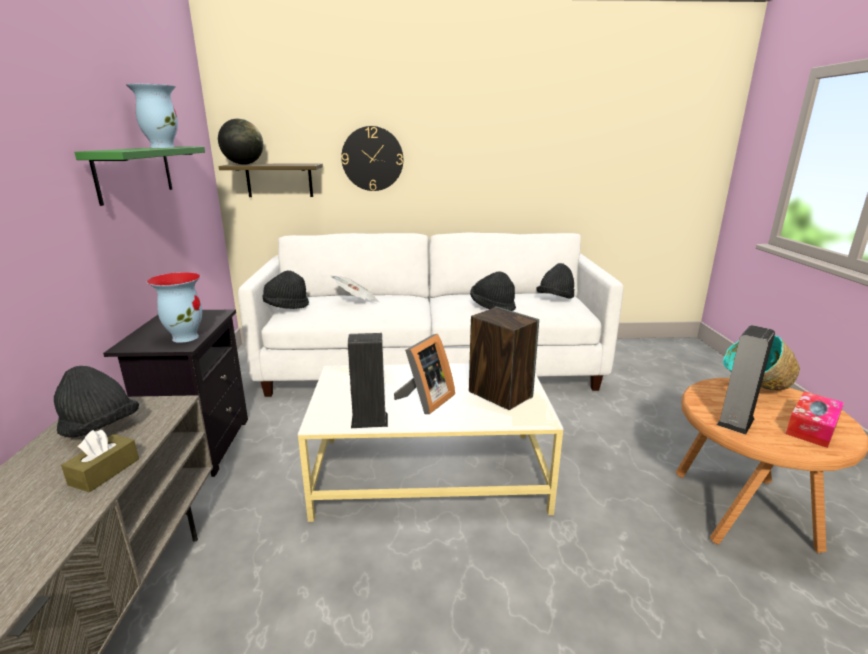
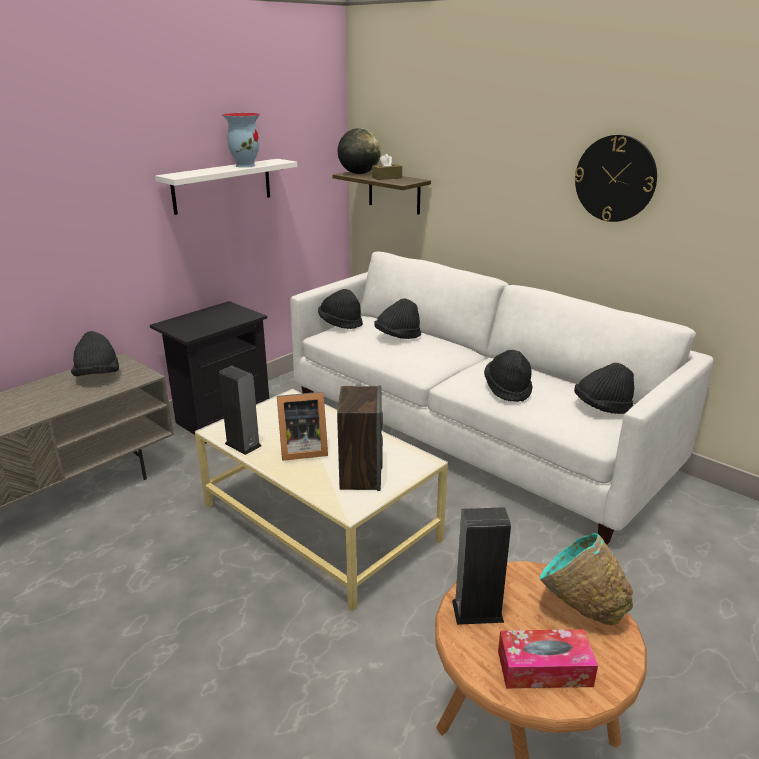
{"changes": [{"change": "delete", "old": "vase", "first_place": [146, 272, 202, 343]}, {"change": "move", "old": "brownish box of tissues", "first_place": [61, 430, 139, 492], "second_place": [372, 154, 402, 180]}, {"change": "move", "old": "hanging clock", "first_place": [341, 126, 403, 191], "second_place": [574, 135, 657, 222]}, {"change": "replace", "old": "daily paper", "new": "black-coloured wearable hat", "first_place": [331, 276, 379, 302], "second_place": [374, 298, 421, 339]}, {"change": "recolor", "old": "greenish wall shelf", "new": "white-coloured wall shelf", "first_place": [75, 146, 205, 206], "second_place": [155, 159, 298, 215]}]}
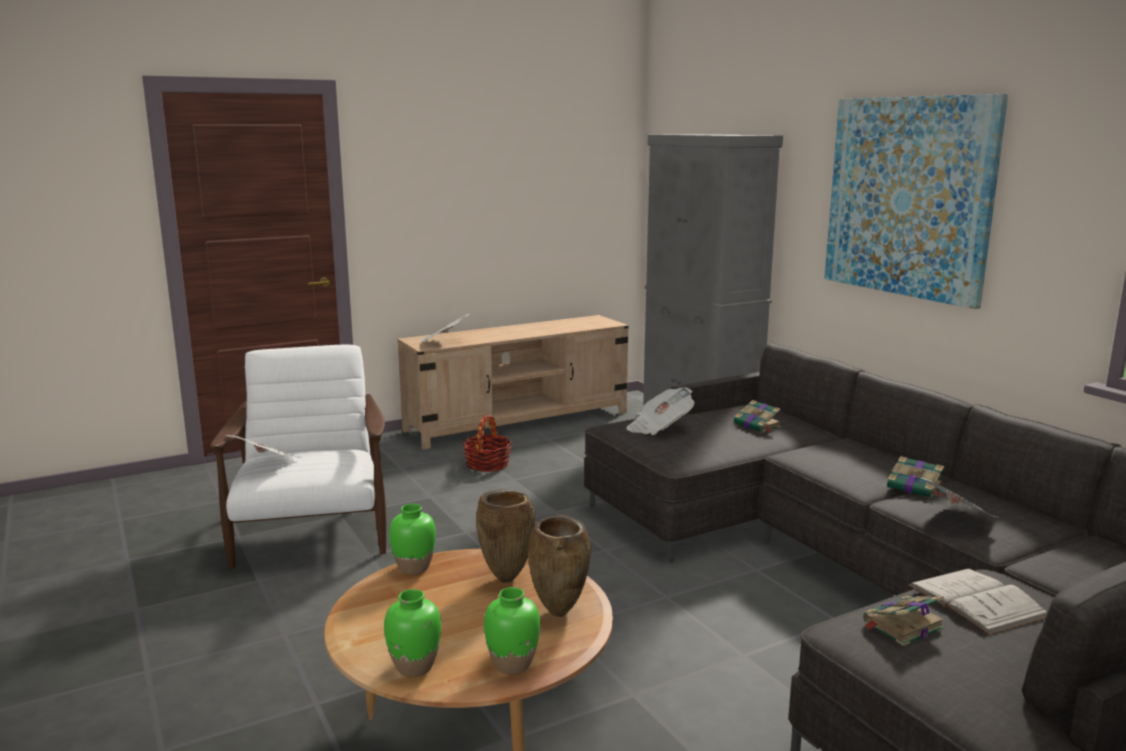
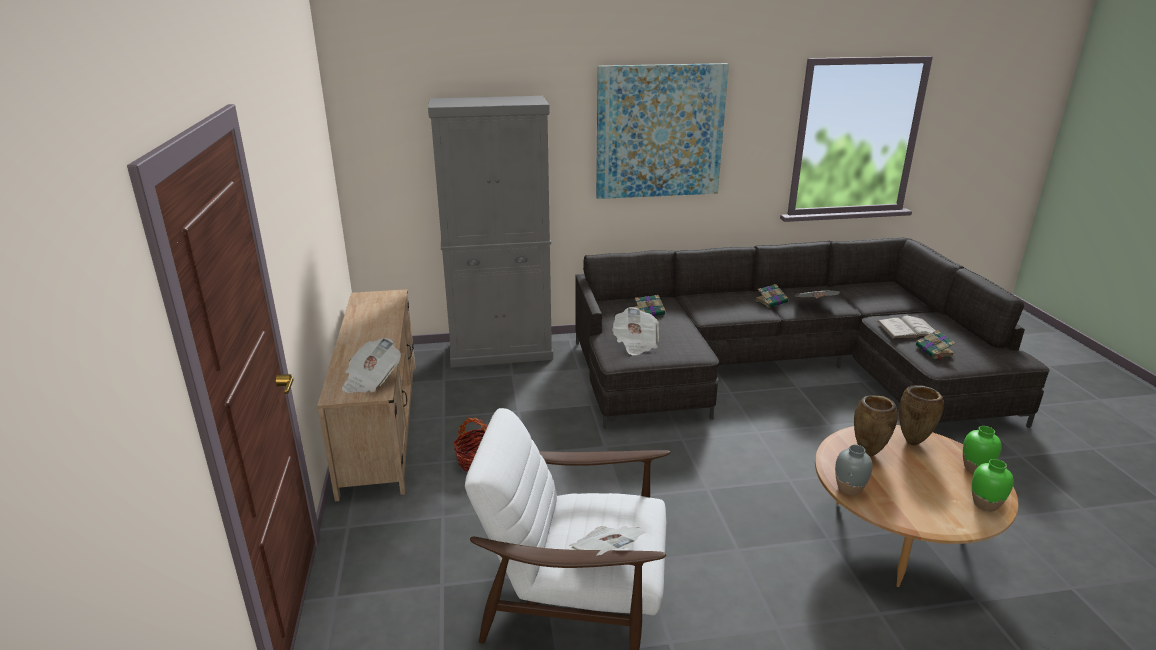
{"changes": [{"change": "recolor", "old": "greenish vase", "new": "gray vase", "first_place": [389, 504, 436, 575], "second_place": [835, 445, 873, 496]}]}
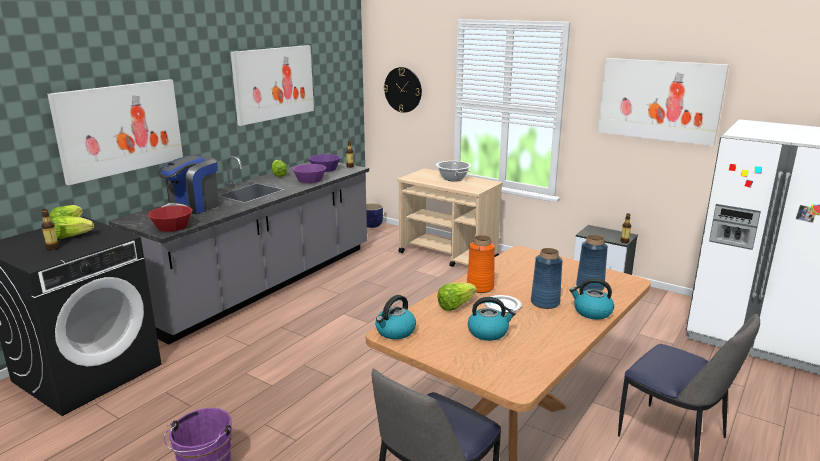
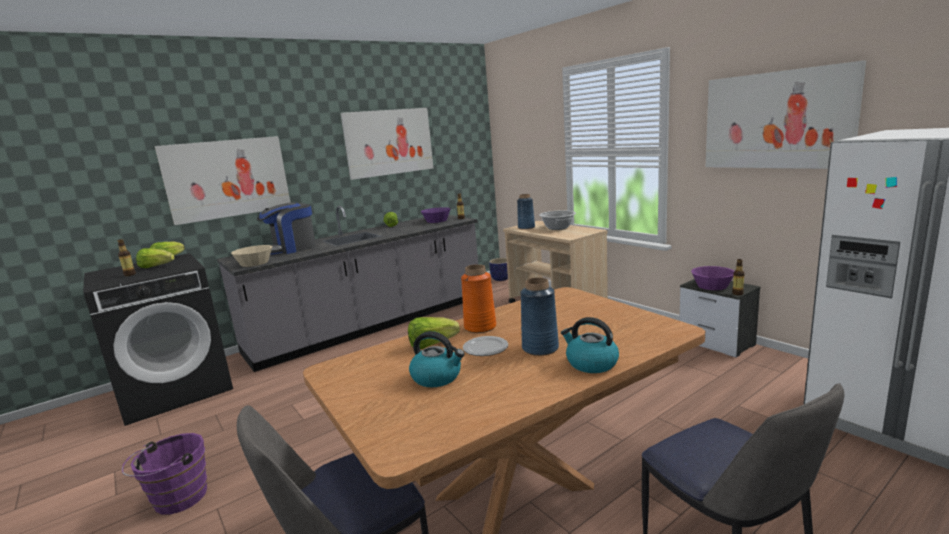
{"changes": [{"change": "delete", "old": "tea kettle", "first_place": [375, 295, 416, 339]}, {"change": "delete", "old": "hanging clock", "first_place": [384, 67, 422, 113]}, {"change": "move", "old": "purplish deep dish", "first_place": [292, 164, 326, 183], "second_place": [691, 266, 734, 290]}, {"change": "move", "old": "bluish vase", "first_place": [576, 235, 608, 291], "second_place": [517, 194, 535, 229]}, {"change": "recolor", "old": "red-coloured deep dish", "new": "beige deep dish", "first_place": [147, 206, 193, 232], "second_place": [231, 245, 272, 267]}]}
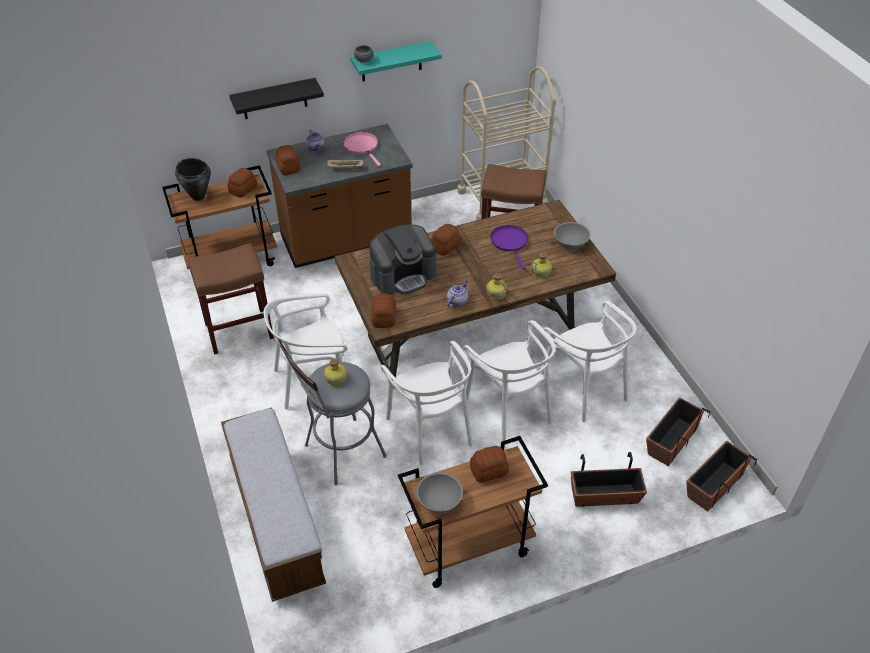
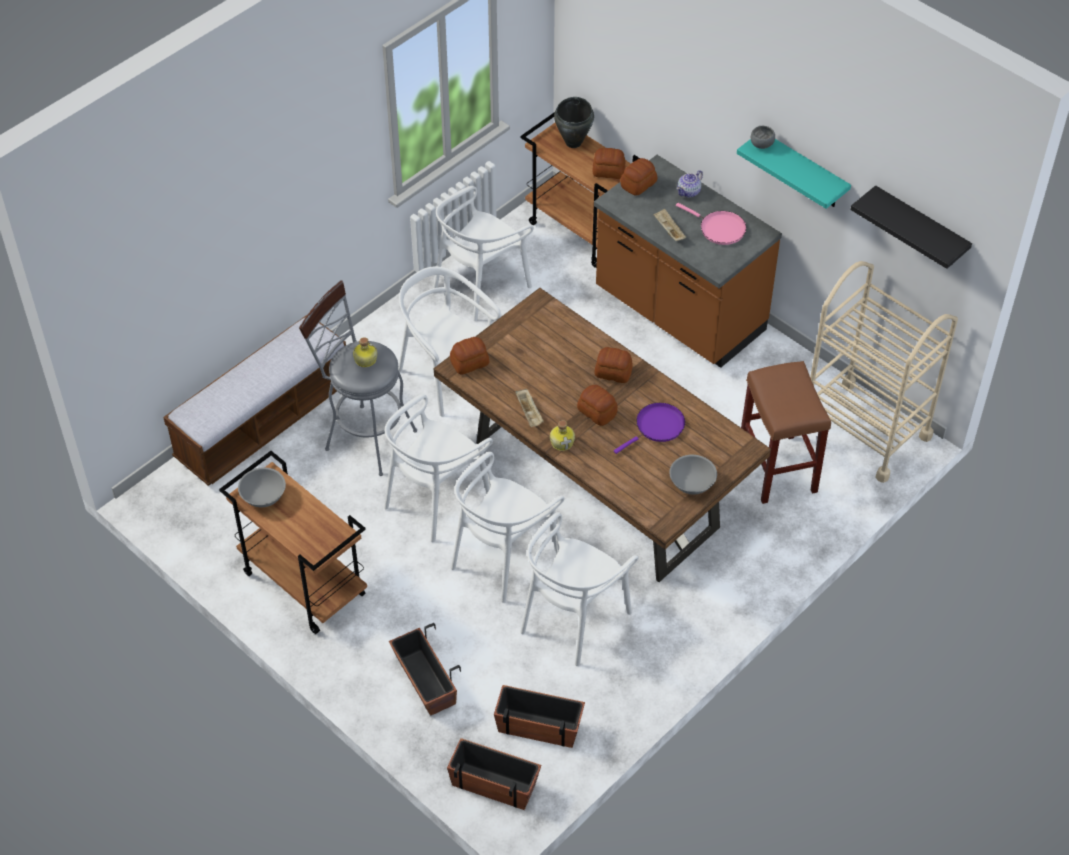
{"changes": [{"change": "delete", "old": "coffee maker", "first_place": [369, 225, 436, 295]}, {"change": "delete", "old": "beverage bottle", "first_place": [532, 252, 552, 278]}, {"change": "move", "old": "black-coloured wall shelf", "first_place": [229, 78, 324, 119], "second_place": [850, 185, 972, 269]}, {"change": "move", "old": "baked bread", "first_place": [470, 446, 509, 483], "second_place": [577, 385, 618, 426]}, {"change": "replace", "old": "brownish sitting stool", "new": "white-coloured chair", "first_place": [188, 243, 274, 354], "second_place": [433, 186, 534, 321]}, {"change": "replace", "old": "tea pot", "new": "beige carrying tray", "first_place": [447, 281, 468, 307], "second_place": [515, 389, 544, 427]}, {"change": "rotate", "old": "pink pan", "first_place": [343, 132, 381, 166], "second_place": [676, 203, 746, 245], "degrees": 90}]}
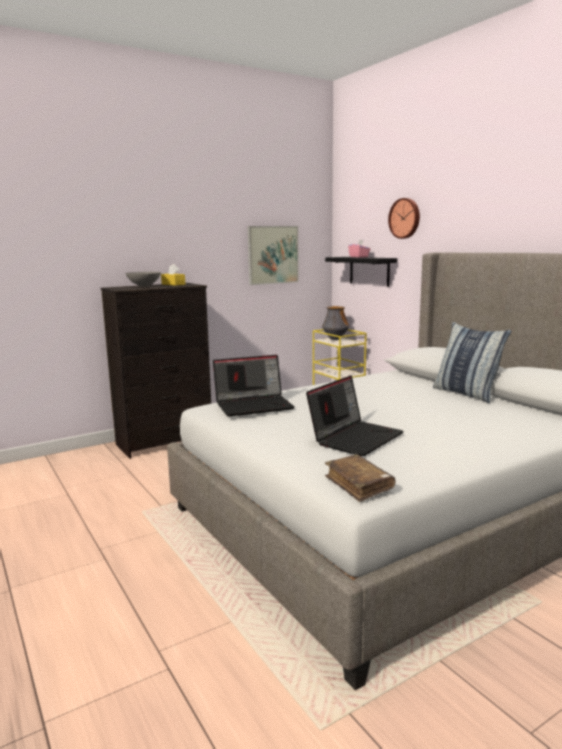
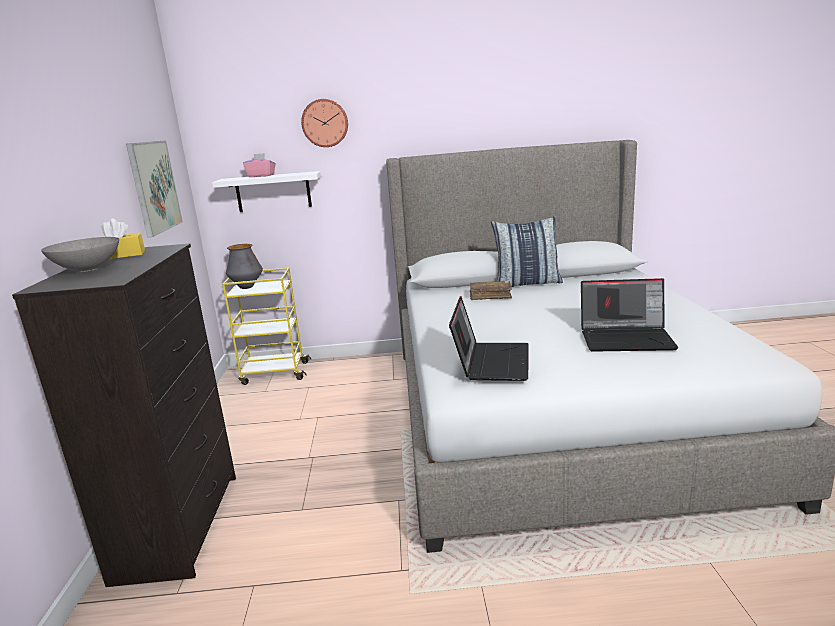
{"changes": [{"change": "move", "old": "brownish volume", "first_place": [325, 454, 395, 502], "second_place": [470, 281, 512, 300]}, {"change": "recolor", "old": "black-coloured wall shelf", "new": "white-coloured wall shelf", "first_place": [325, 257, 397, 287], "second_place": [212, 171, 321, 212]}, {"change": "rotate", "old": "notebook computer", "first_place": [306, 376, 404, 456], "second_place": [581, 278, 679, 352], "degrees": 120}]}
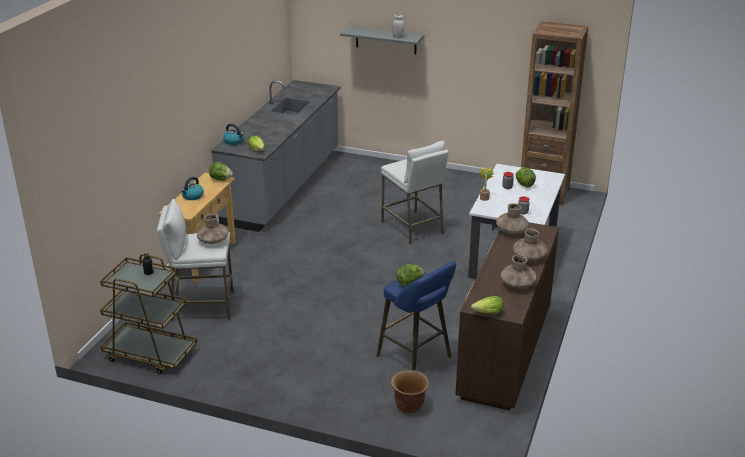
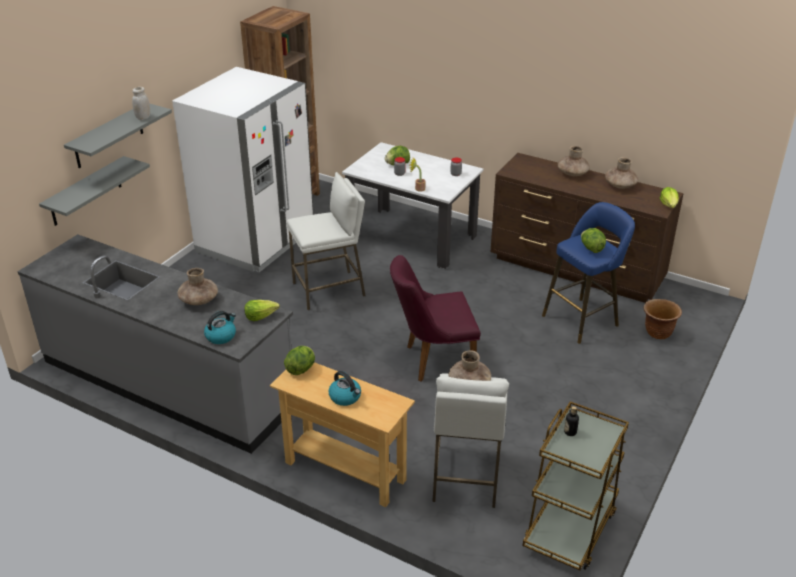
{"changes": [{"change": "insert", "new": "gray wall shelf", "second_place": [39, 156, 150, 226]}, {"change": "insert", "new": "white-coloured fridge", "second_place": [172, 67, 314, 272]}, {"change": "insert", "new": "purplish chair", "second_place": [390, 255, 481, 382]}, {"change": "move", "old": "brownish vase", "first_place": [496, 203, 529, 234], "second_place": [178, 268, 218, 305]}]}
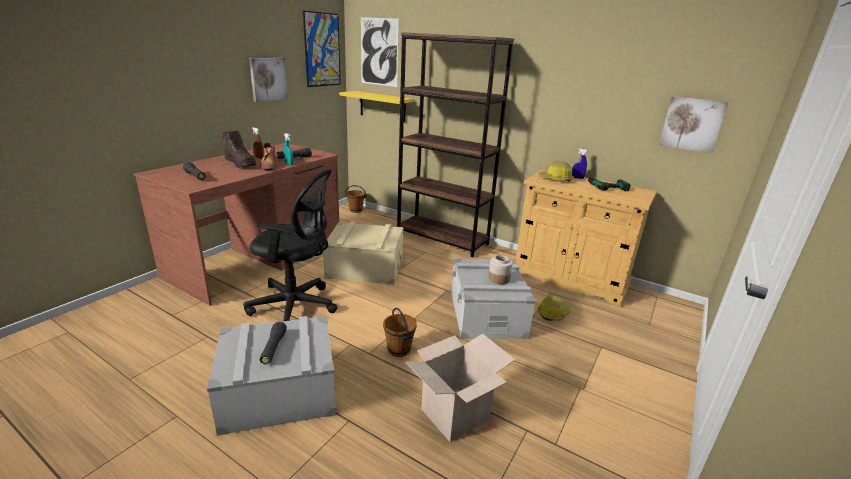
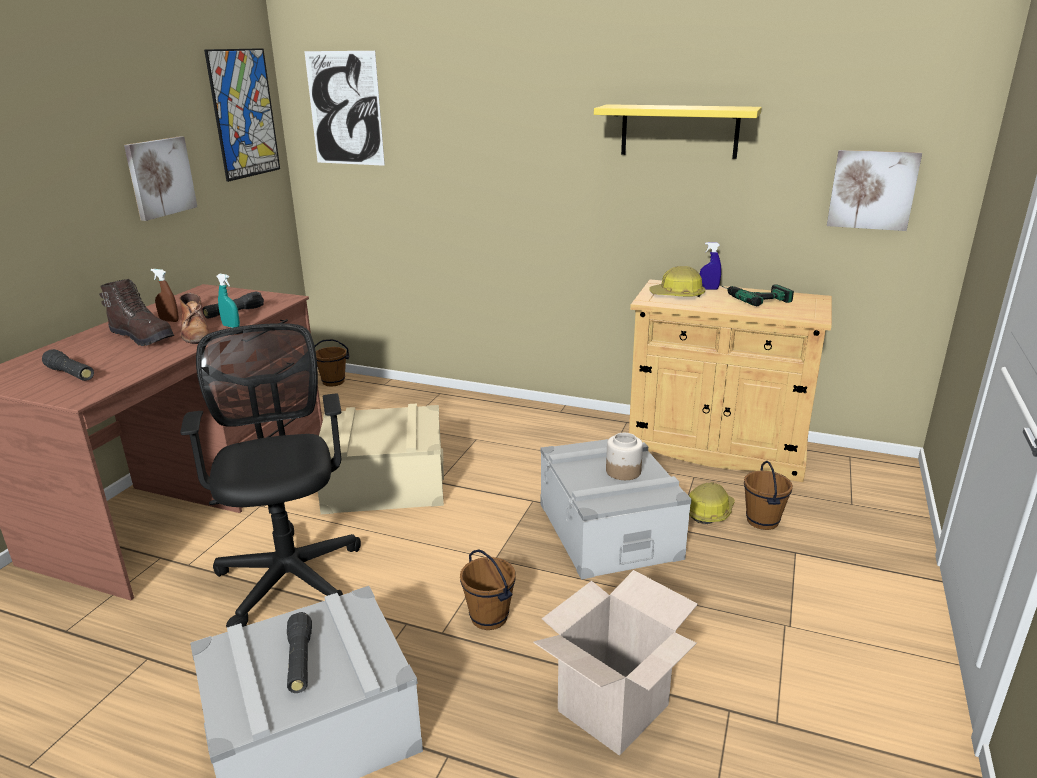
{"changes": [{"change": "delete", "old": "brownish bookcase", "first_place": [397, 32, 515, 257]}, {"change": "insert", "new": "brownish pail", "second_place": [744, 461, 793, 530]}, {"change": "move", "old": "yellow wall shelf", "first_place": [339, 91, 413, 122], "second_place": [594, 104, 762, 159]}, {"change": "rotate", "old": "black-coloured computer chair", "first_place": [243, 169, 338, 321], "second_place": [180, 323, 361, 627], "degrees": -105}]}
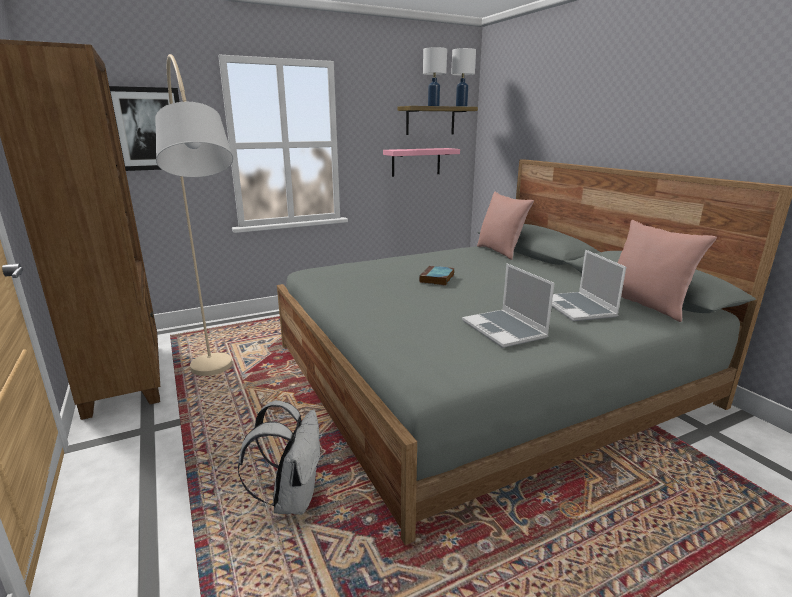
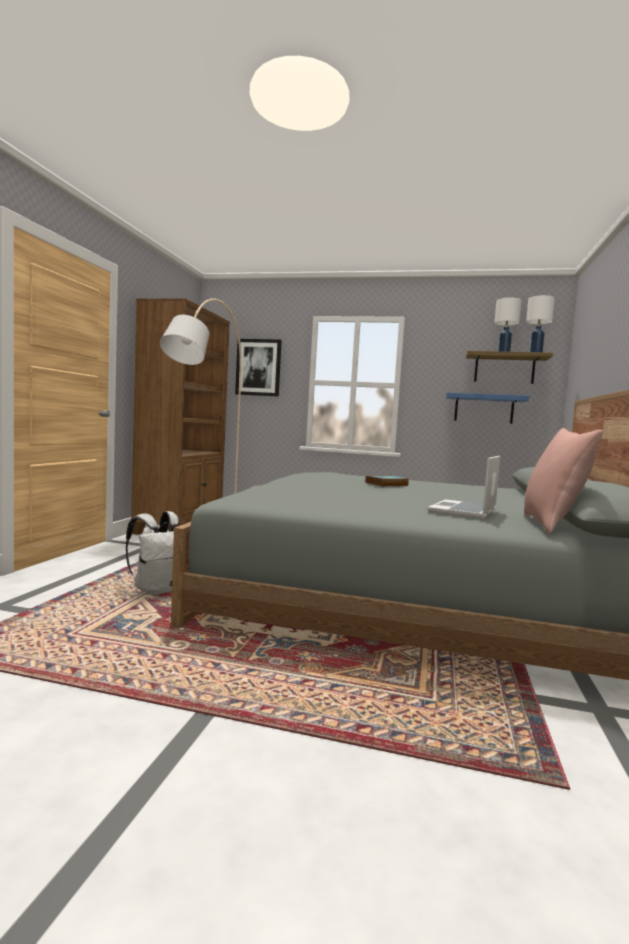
{"changes": [{"change": "delete", "old": "notebook computer", "first_place": [462, 263, 555, 348]}, {"change": "delete", "old": "pink pillow", "first_place": [477, 192, 534, 260]}, {"change": "recolor", "old": "pink wall shelf", "new": "bluish wall shelf", "first_place": [383, 148, 460, 177], "second_place": [446, 392, 529, 423]}]}
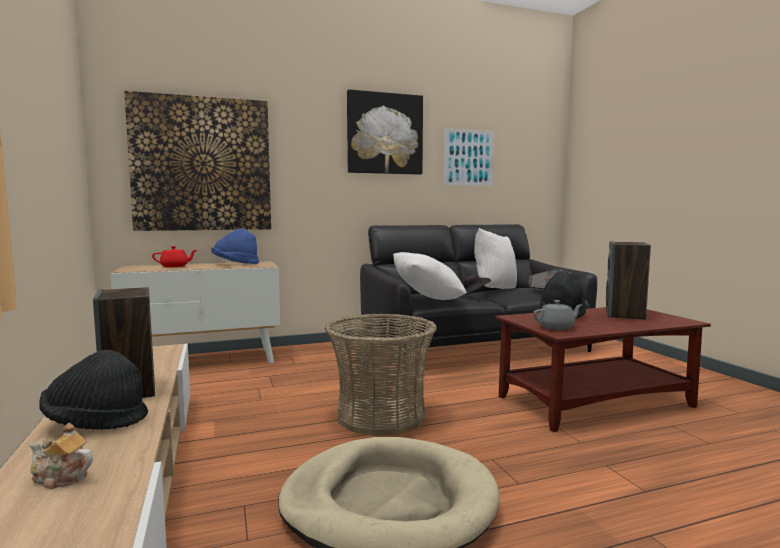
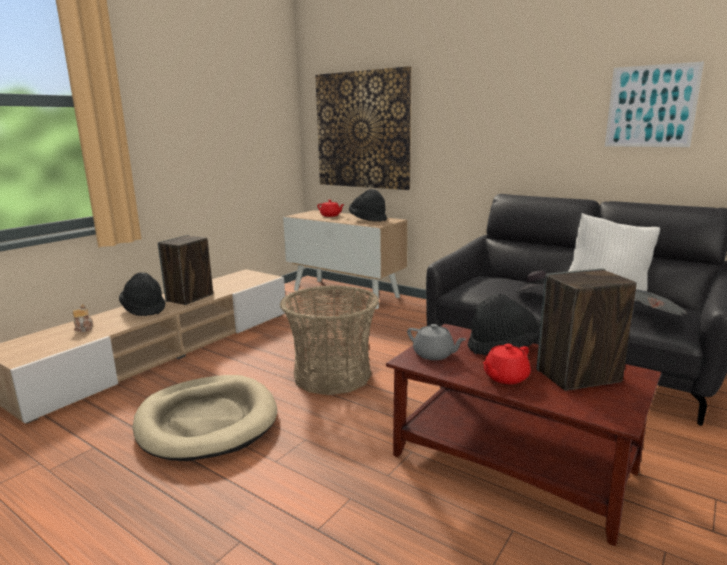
{"changes": [{"change": "delete", "old": "wall picture", "first_place": [347, 89, 423, 175]}, {"change": "delete", "old": "white-coloured pillow", "first_place": [393, 252, 467, 300]}, {"change": "insert", "new": "red-coloured tea pot", "second_place": [483, 344, 531, 384]}, {"change": "recolor", "old": "bluish wearable hat", "new": "black-coloured wearable hat", "first_place": [211, 228, 259, 264], "second_place": [349, 189, 387, 222]}]}
